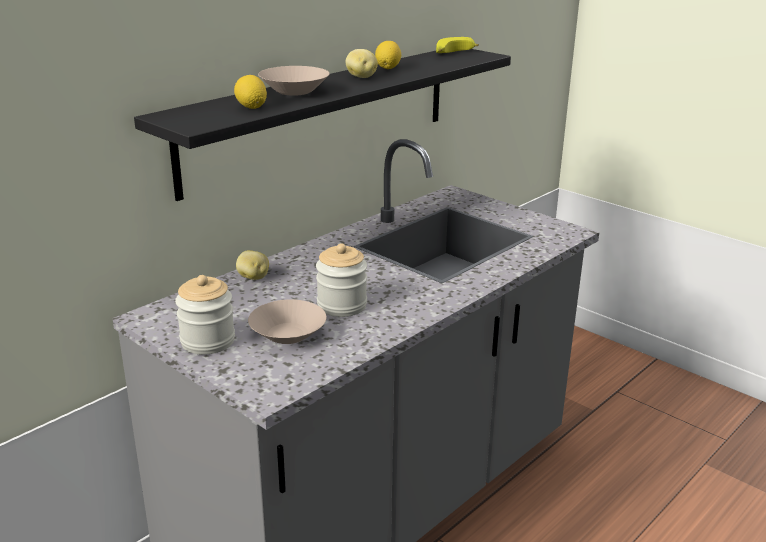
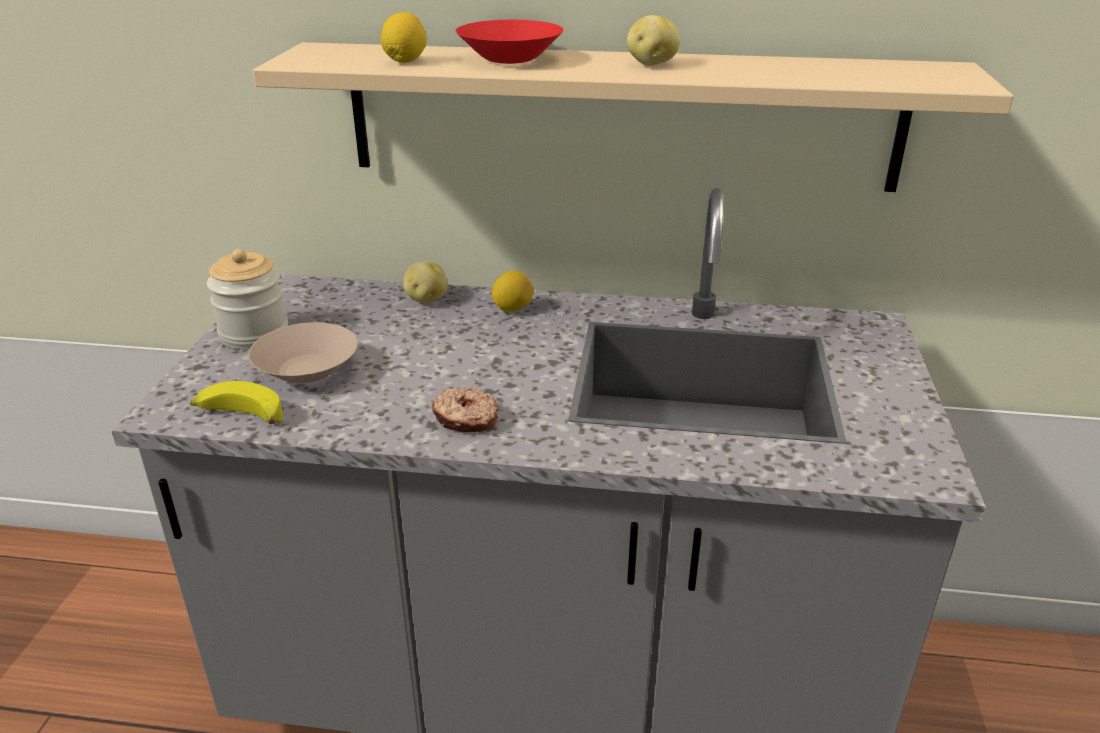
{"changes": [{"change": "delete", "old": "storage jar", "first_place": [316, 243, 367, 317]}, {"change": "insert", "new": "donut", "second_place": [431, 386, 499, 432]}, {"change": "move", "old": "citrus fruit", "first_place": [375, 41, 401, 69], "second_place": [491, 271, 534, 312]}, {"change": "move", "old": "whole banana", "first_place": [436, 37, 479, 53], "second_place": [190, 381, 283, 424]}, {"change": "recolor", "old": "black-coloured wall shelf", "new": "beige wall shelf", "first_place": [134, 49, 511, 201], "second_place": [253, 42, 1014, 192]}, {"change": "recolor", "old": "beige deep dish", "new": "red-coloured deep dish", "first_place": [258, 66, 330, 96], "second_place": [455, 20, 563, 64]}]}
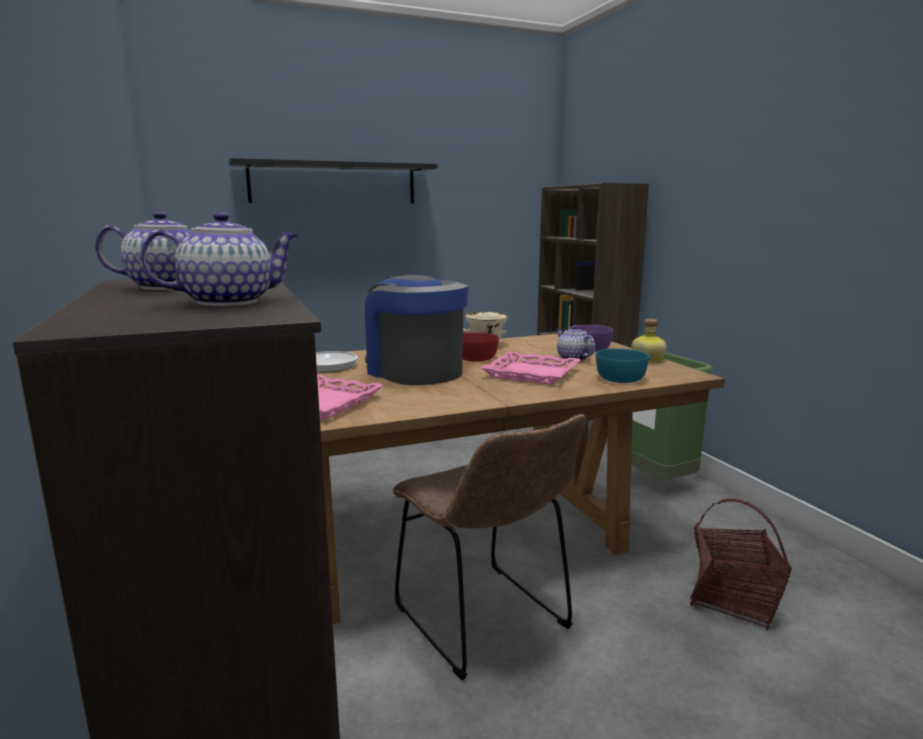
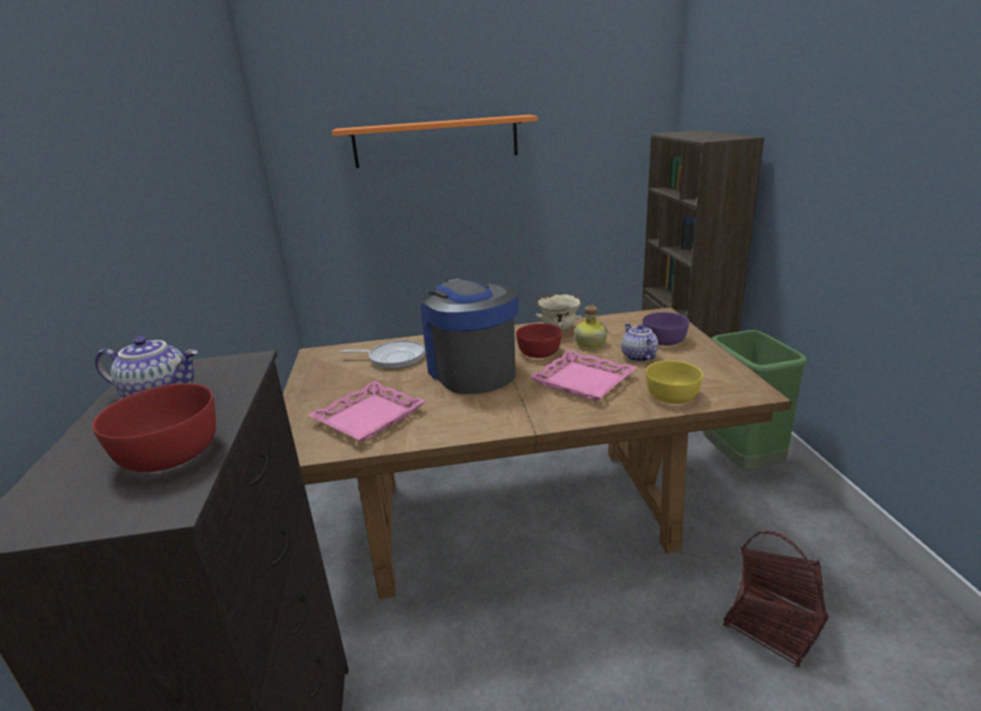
{"changes": [{"change": "delete", "old": "brownish chair", "first_place": [393, 414, 586, 680]}, {"change": "move", "old": "beverage bottle", "first_place": [631, 319, 667, 363], "second_place": [574, 306, 607, 349]}, {"change": "replace", "old": "tea pot", "new": "red-coloured deep dish", "first_place": [139, 211, 298, 306], "second_place": [92, 383, 216, 472]}, {"change": "recolor", "old": "black-coloured wall shelf", "new": "orange wall shelf", "first_place": [229, 158, 437, 204], "second_place": [332, 115, 538, 168]}, {"change": "recolor", "old": "turquoise deep dish", "new": "yellow deep dish", "first_place": [596, 349, 650, 383], "second_place": [646, 360, 703, 404]}]}
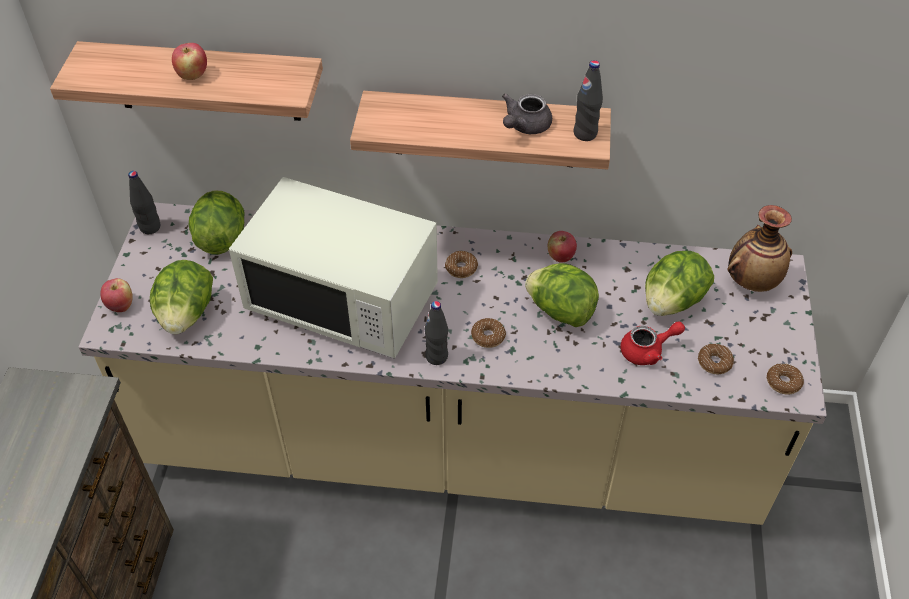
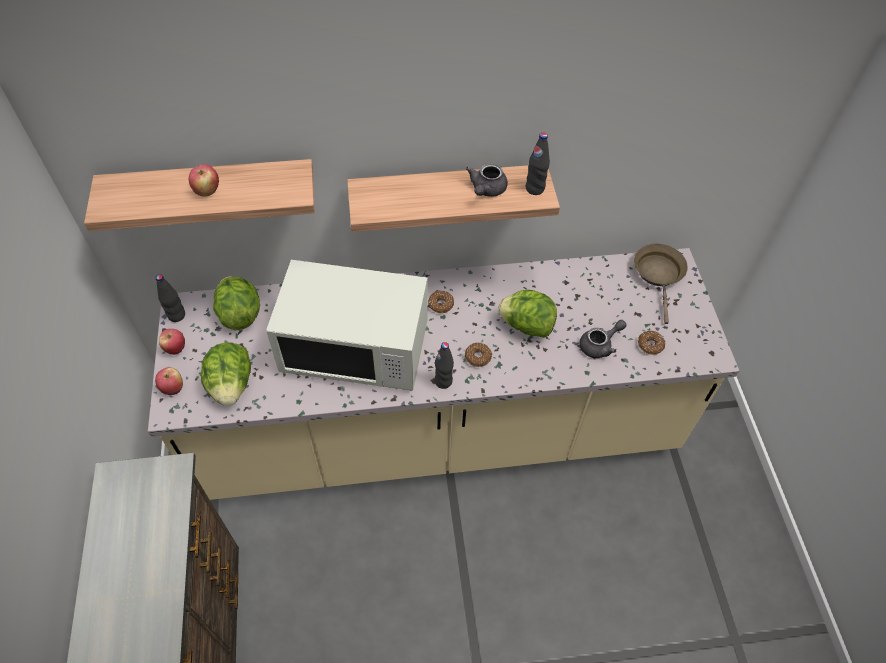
{"changes": [{"change": "delete", "old": "head of lettuce", "first_place": [645, 251, 714, 316]}, {"change": "delete", "old": "donut", "first_place": [767, 363, 804, 394]}, {"change": "move", "old": "apple", "first_place": [548, 231, 577, 263], "second_place": [159, 329, 185, 355]}, {"change": "replace", "old": "vase", "new": "brownish pan", "first_place": [727, 205, 792, 292], "second_place": [634, 243, 688, 324]}, {"change": "recolor", "old": "red-coloured tea pot", "new": "gray tea pot", "first_place": [620, 321, 685, 365], "second_place": [579, 320, 627, 358]}]}
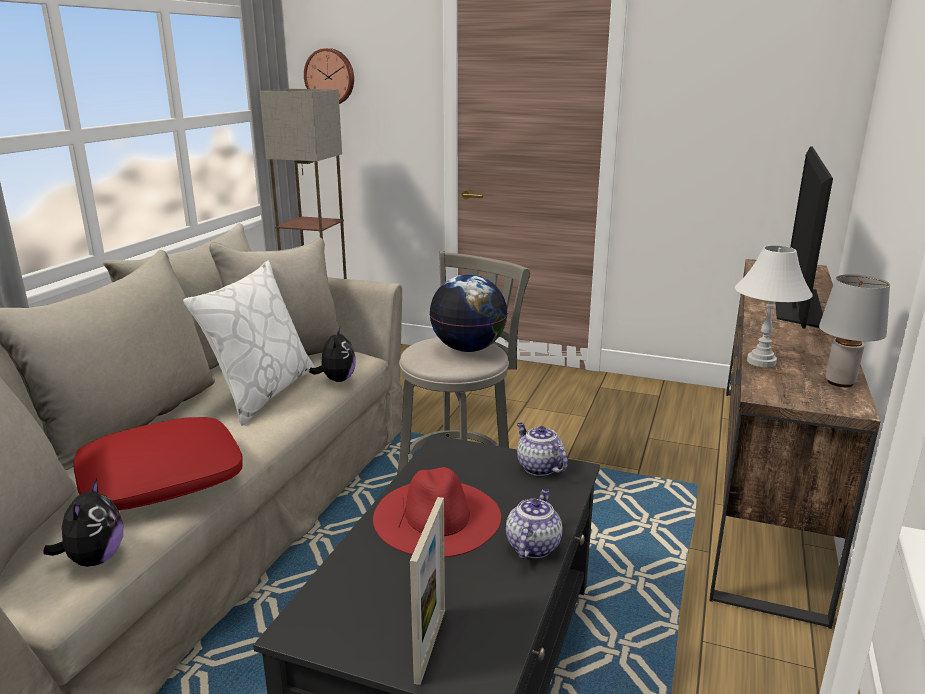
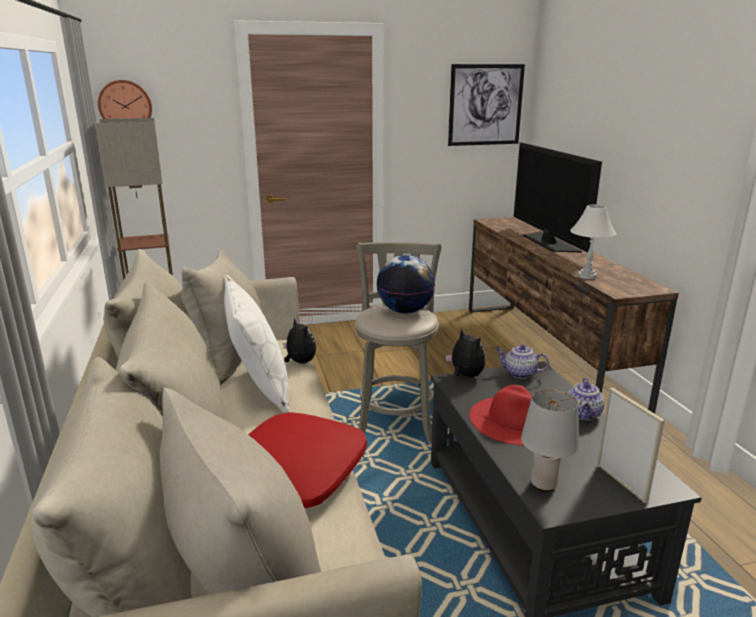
{"changes": [{"change": "insert", "new": "wall picture", "second_place": [448, 64, 525, 146]}, {"change": "move", "old": "soft toy", "first_place": [43, 478, 123, 567], "second_place": [446, 328, 485, 377]}, {"change": "move", "old": "gray table lamp", "first_place": [819, 274, 890, 387], "second_place": [521, 389, 579, 492]}, {"change": "rotate", "old": "tea pot", "first_place": [506, 489, 562, 559], "second_place": [568, 378, 605, 420], "degrees": -150}]}
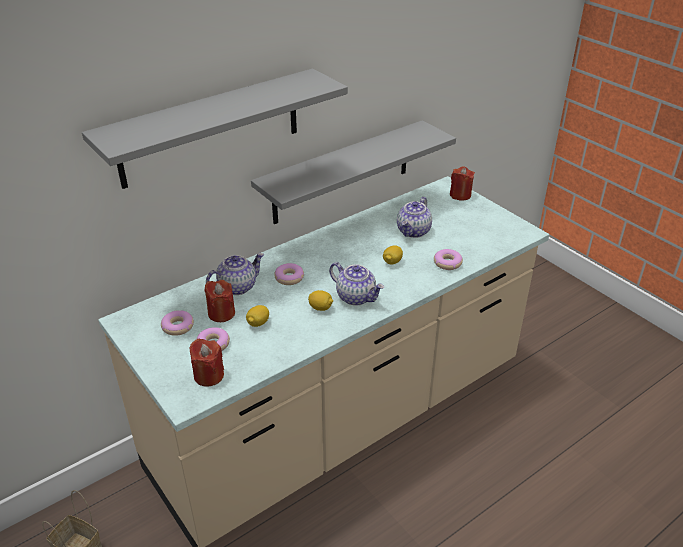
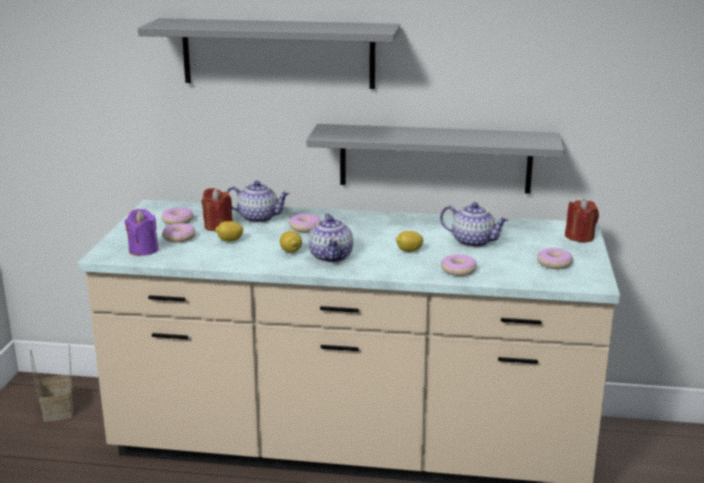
{"changes": [{"change": "insert", "new": "donut", "second_place": [537, 248, 573, 269]}, {"change": "recolor", "old": "red-coloured wax candle", "new": "purplish wax candle", "first_place": [189, 339, 224, 387], "second_place": [125, 209, 159, 256]}, {"change": "rotate", "old": "tea pot", "first_place": [397, 197, 432, 238], "second_place": [440, 202, 509, 248], "degrees": -135}]}
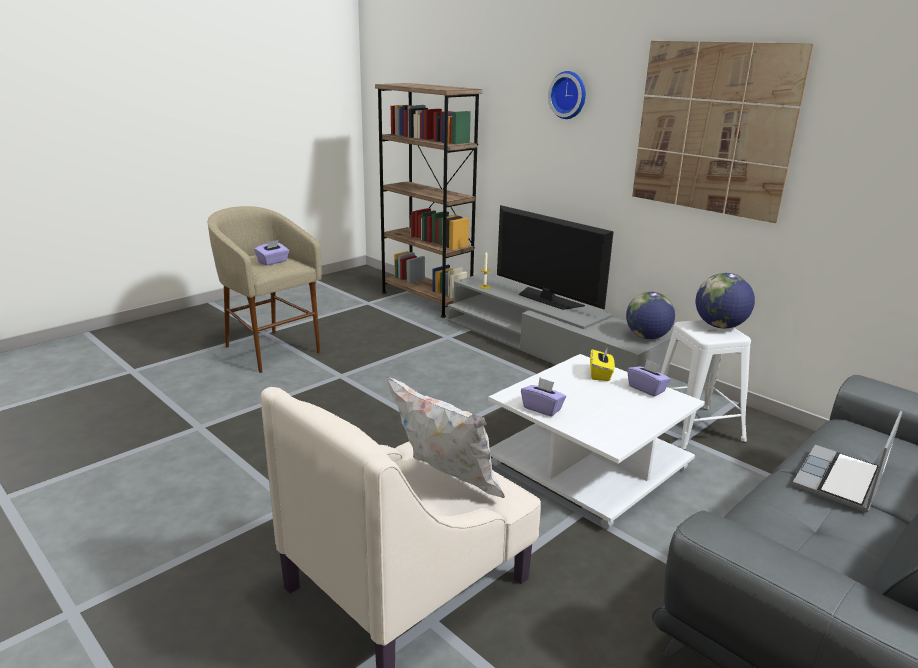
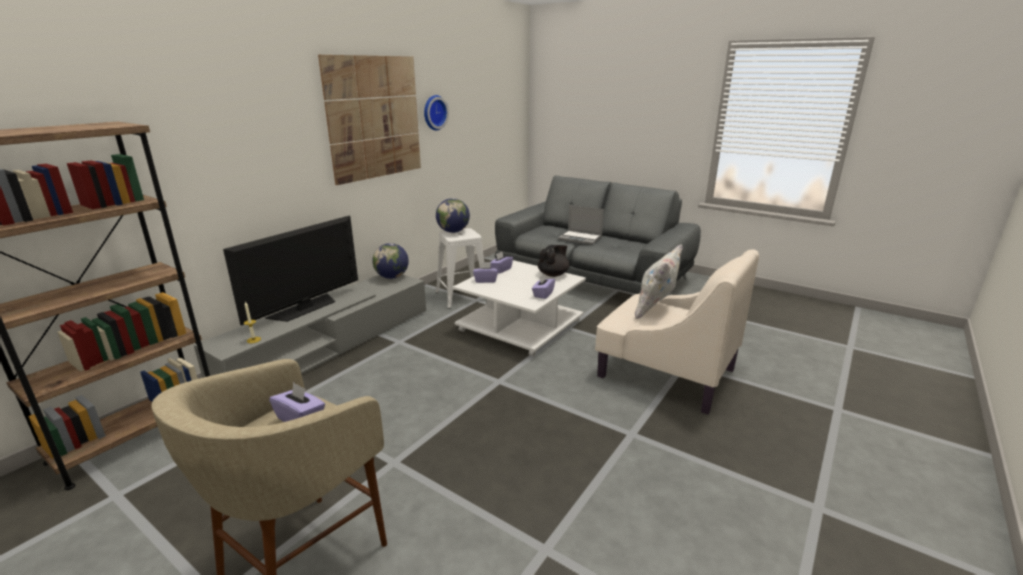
{"changes": [{"change": "insert", "new": "black-coloured tea pot", "second_place": [538, 245, 570, 277]}, {"change": "move", "old": "hanging clock", "first_place": [548, 71, 586, 119], "second_place": [424, 95, 449, 130]}, {"change": "recolor", "old": "yellow box of tissues", "new": "purplish box of tissues", "first_place": [590, 349, 615, 381], "second_place": [473, 262, 498, 283]}]}
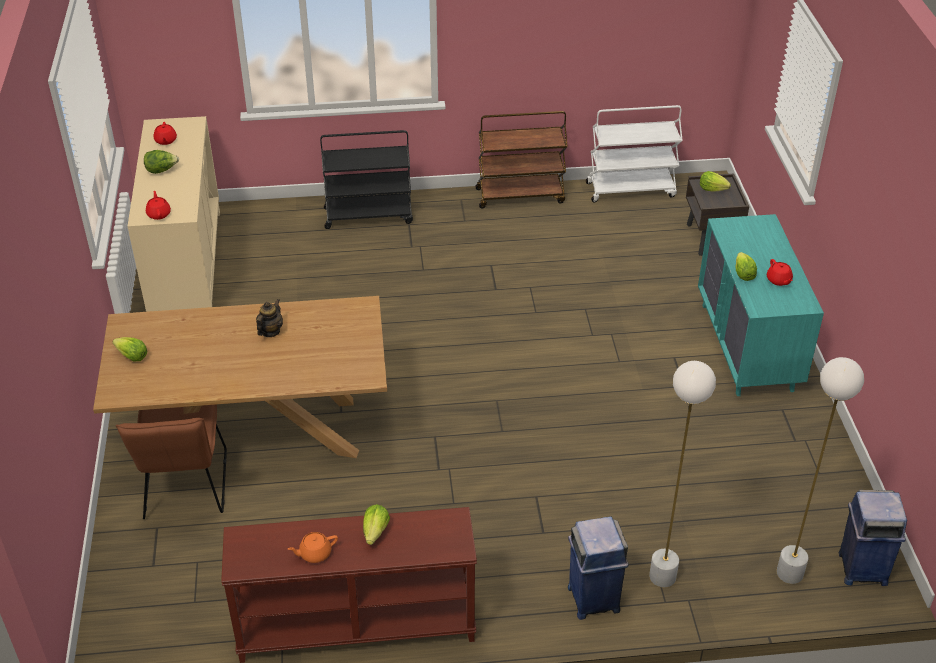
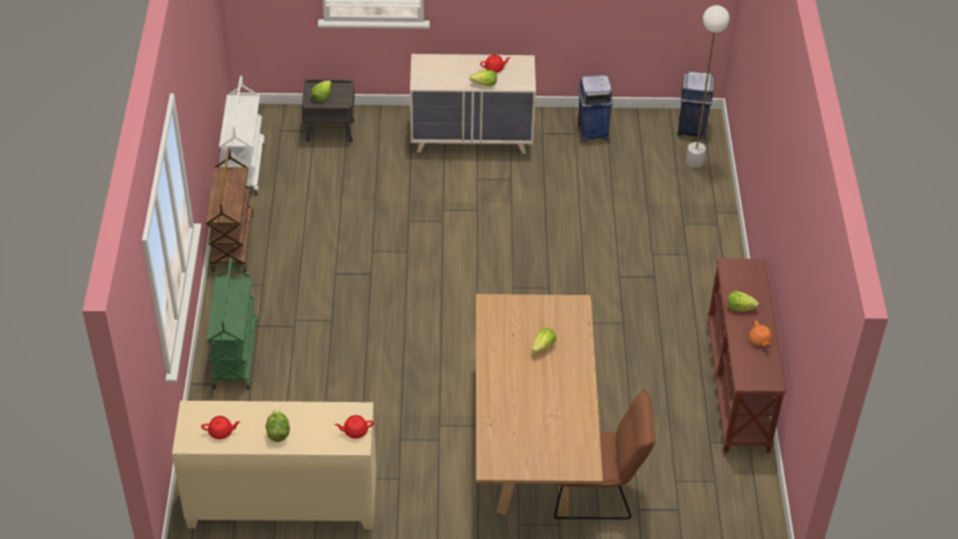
{"changes": [{"change": "delete", "old": "tea pot", "first_place": [256, 299, 283, 337]}, {"change": "delete", "old": "white-coloured standing lamp", "first_place": [649, 361, 716, 587]}, {"change": "move", "old": "head of lettuce", "first_place": [113, 337, 148, 362], "second_place": [532, 328, 556, 354]}, {"change": "move", "old": "bluish rubbish bin", "first_place": [568, 516, 629, 620], "second_place": [578, 75, 613, 142]}, {"change": "recolor", "old": "black-coloured wheeled cart", "new": "greenish wheeled cart", "first_place": [320, 130, 413, 229], "second_place": [206, 257, 258, 389]}, {"change": "recolor", "old": "turquoise dresser", "new": "beige dresser", "first_place": [698, 214, 824, 396], "second_place": [410, 54, 536, 154]}]}
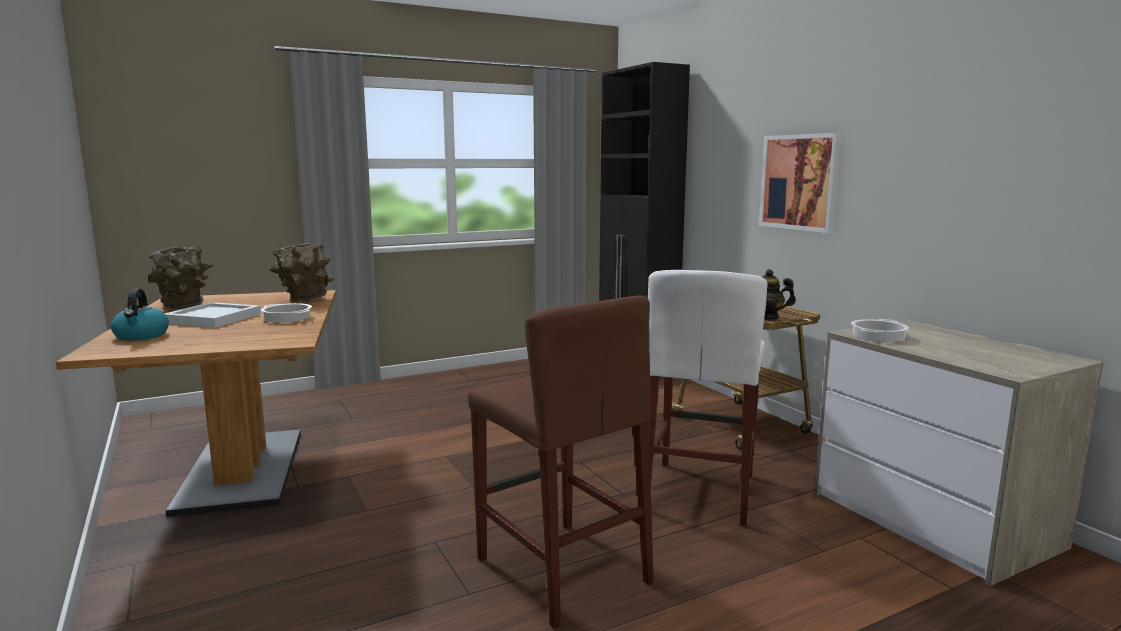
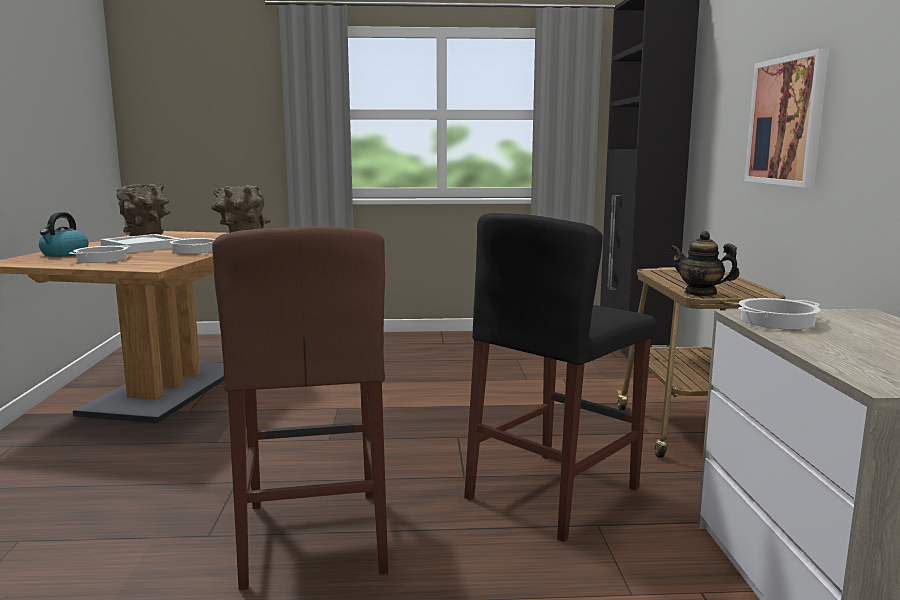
{"changes": [{"change": "insert", "new": "stockpot", "second_place": [70, 245, 130, 263]}, {"change": "recolor", "old": "white-coloured sitting stool", "new": "black-coloured sitting stool", "first_place": [648, 270, 768, 527], "second_place": [464, 213, 657, 542]}]}
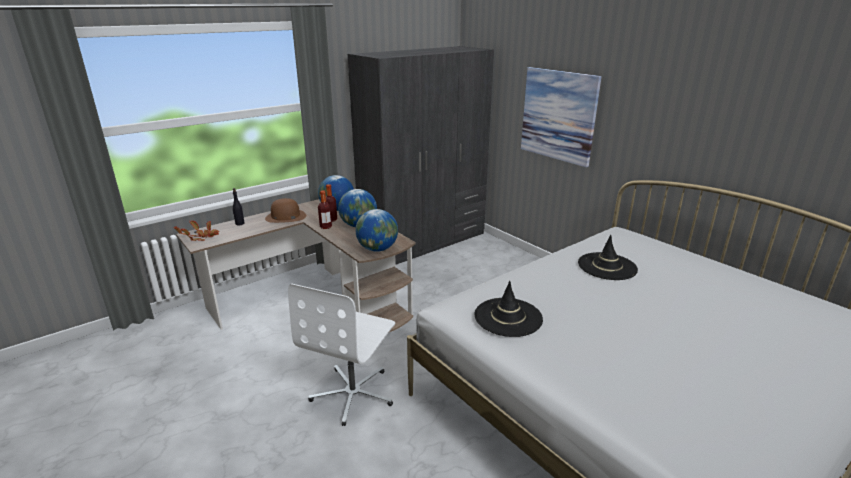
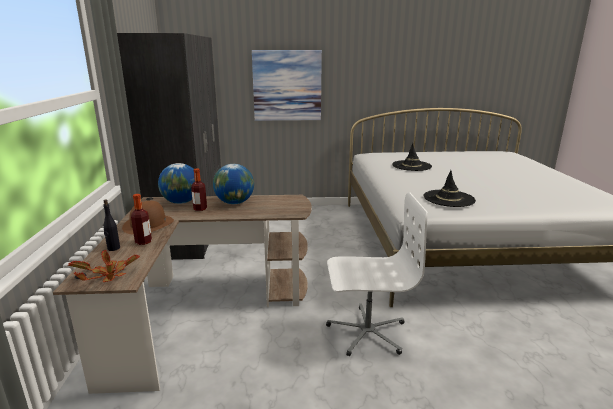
{"changes": [{"change": "delete", "old": "desk globe", "first_place": [355, 209, 398, 252]}, {"change": "move", "old": "beverage bottle", "first_place": [318, 191, 332, 229], "second_place": [131, 194, 152, 245]}, {"change": "rotate", "old": "white-coloured computer chair", "first_place": [288, 284, 395, 426], "second_place": [326, 192, 428, 356], "degrees": -60}]}
